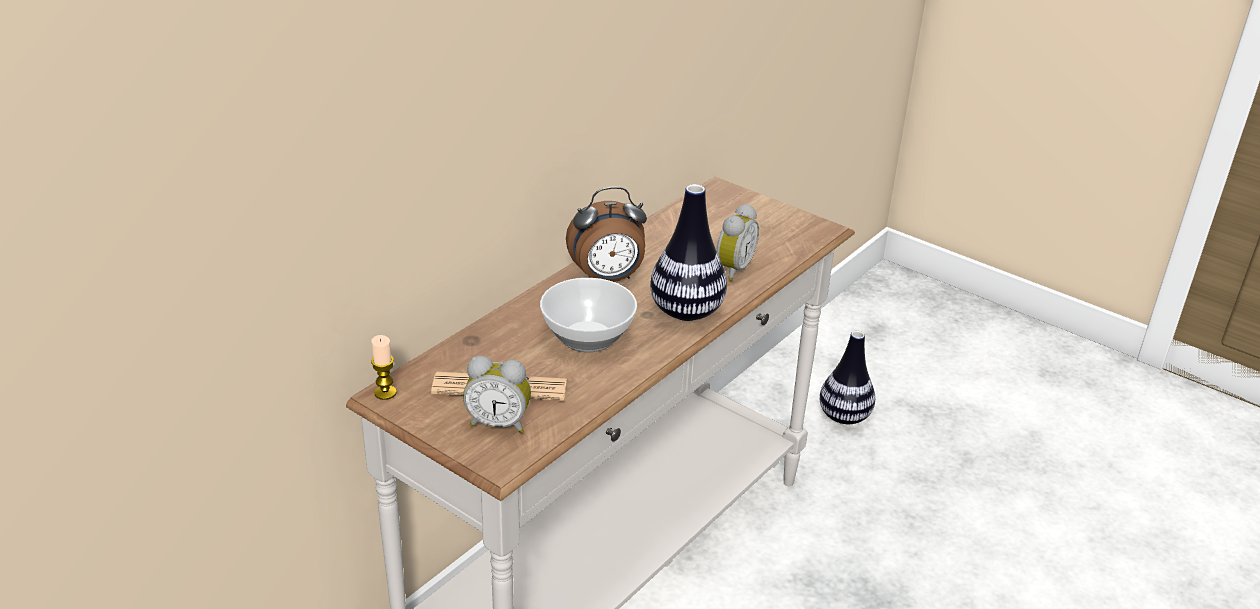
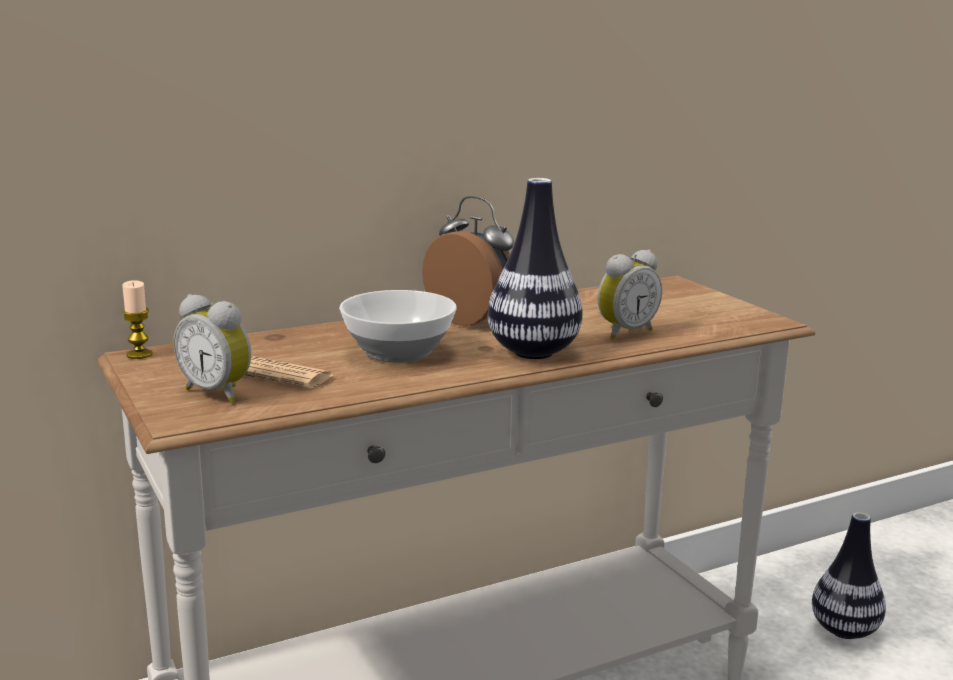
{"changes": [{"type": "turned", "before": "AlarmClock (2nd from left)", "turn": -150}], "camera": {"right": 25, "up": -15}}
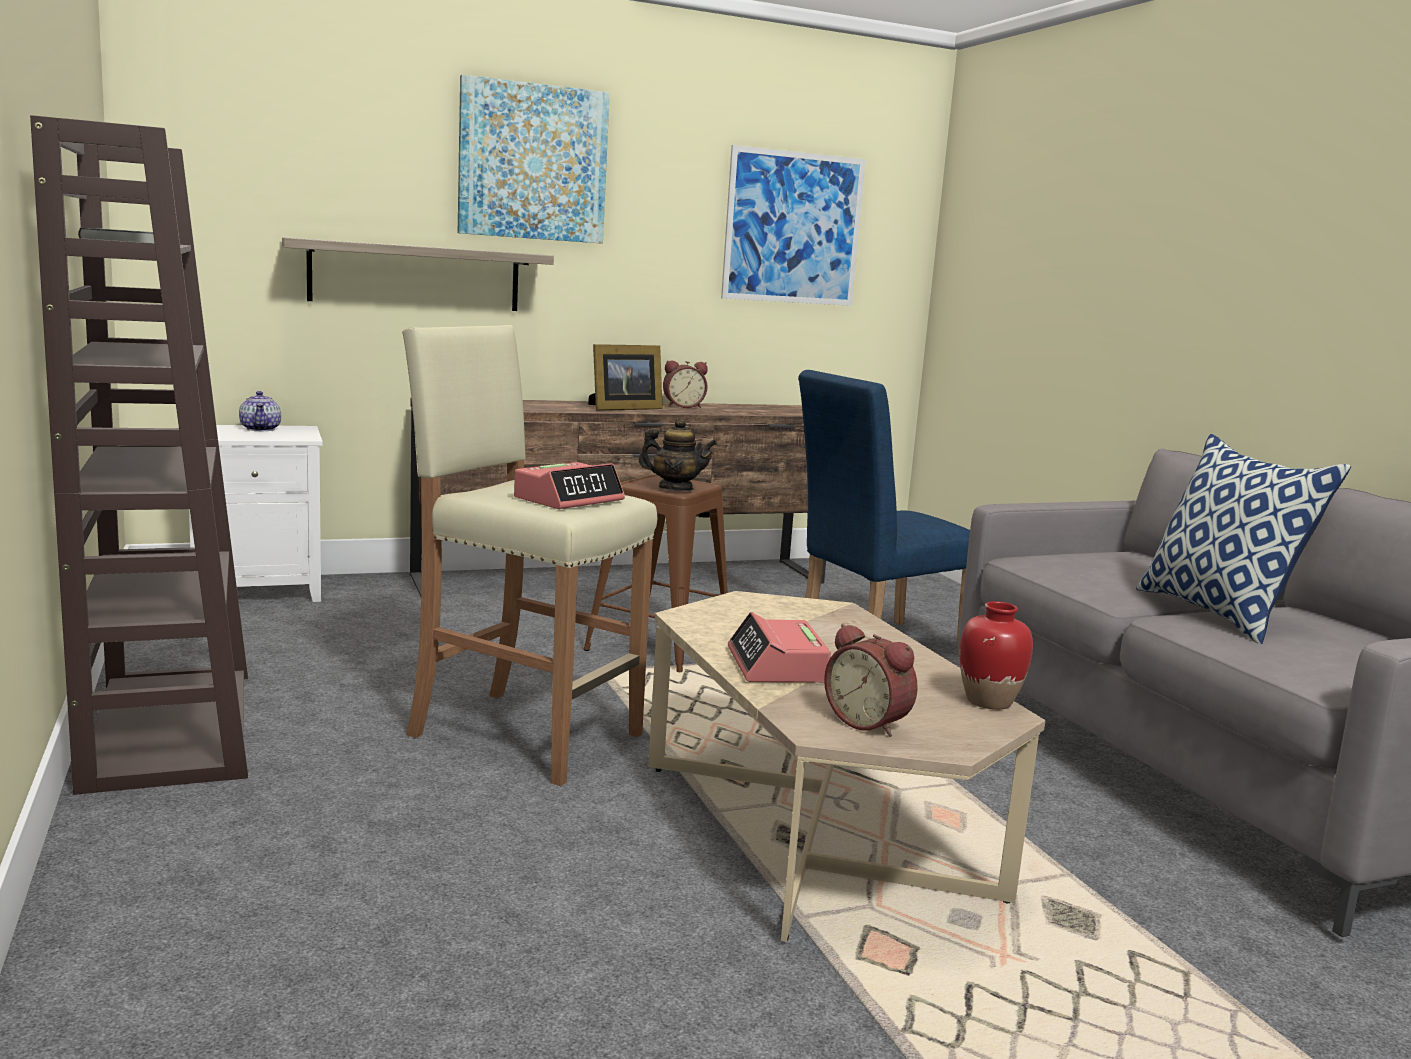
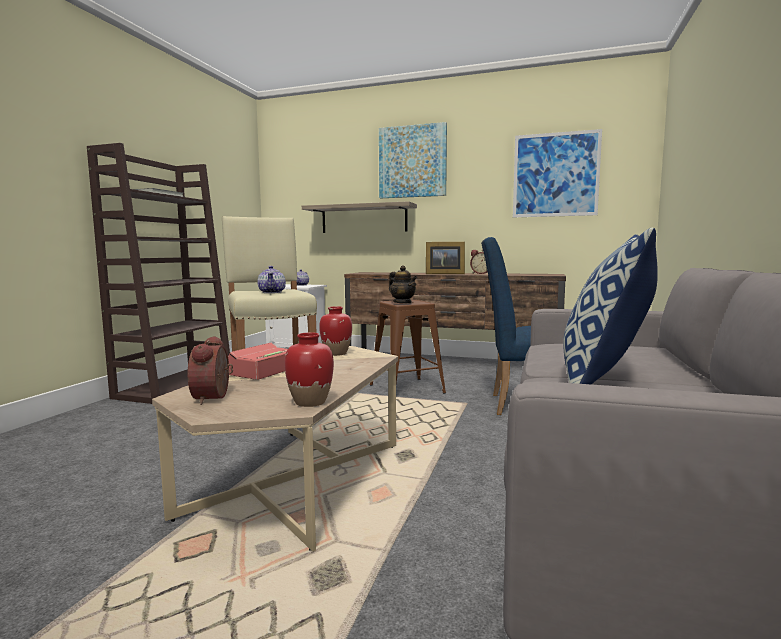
{"changes": [{"type": "added", "after": "RedVase (2nd from left)"}, {"type": "replaced", "before": "AlarmClock (1st from left)", "after": "Teapot (1st from left)"}], "camera": {"right": 40, "up": -5}}
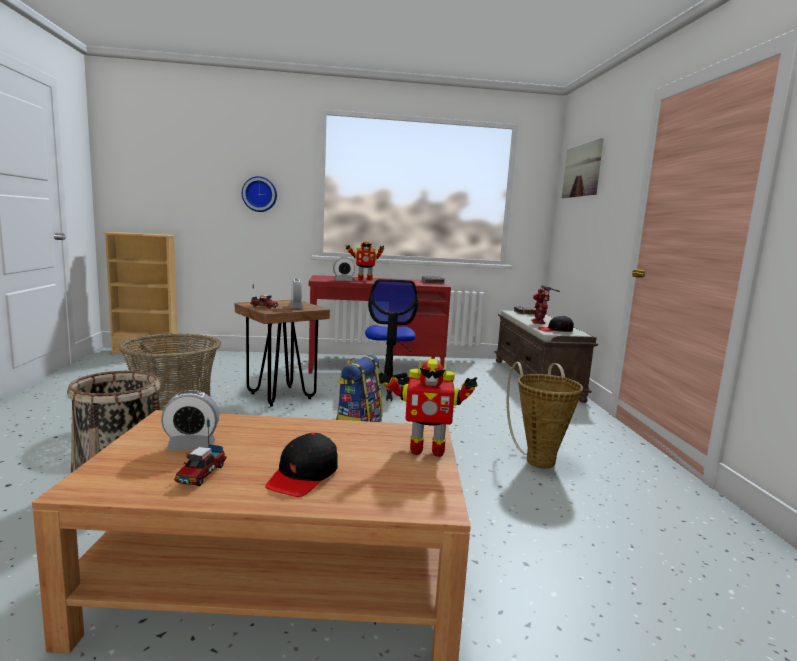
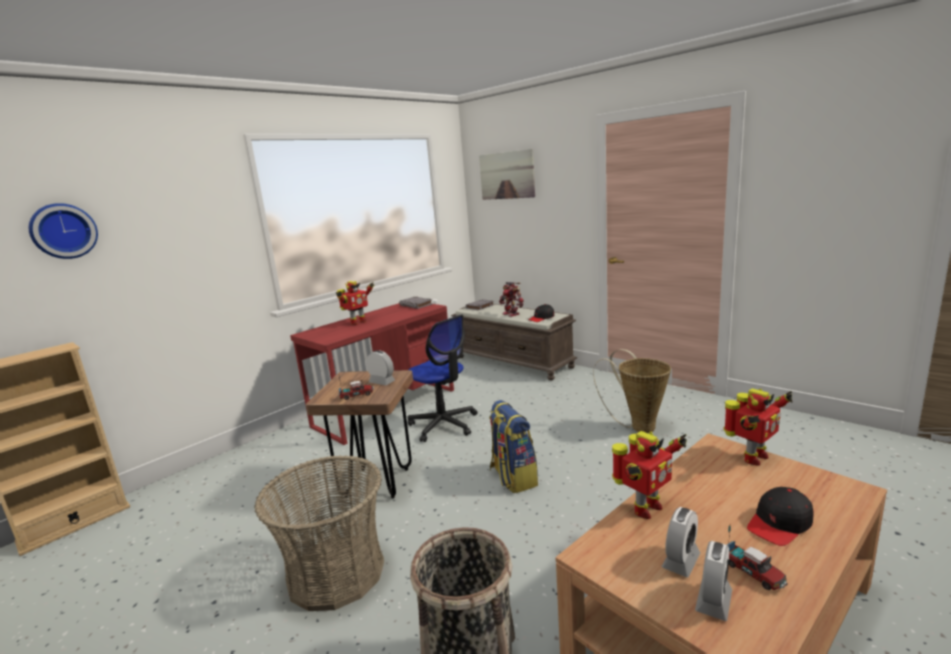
{"changes": [{"type": "added", "after": "ToyRobot (3rd from left)"}, {"type": "moved", "before": "WallClock"}, {"type": "moved", "before": "AlarmClock (3rd from left)"}, {"type": "turned", "before": "BlackCap (1st from left in the first image)", "turn": 75}], "camera": {"right": -40, "up": 5}}
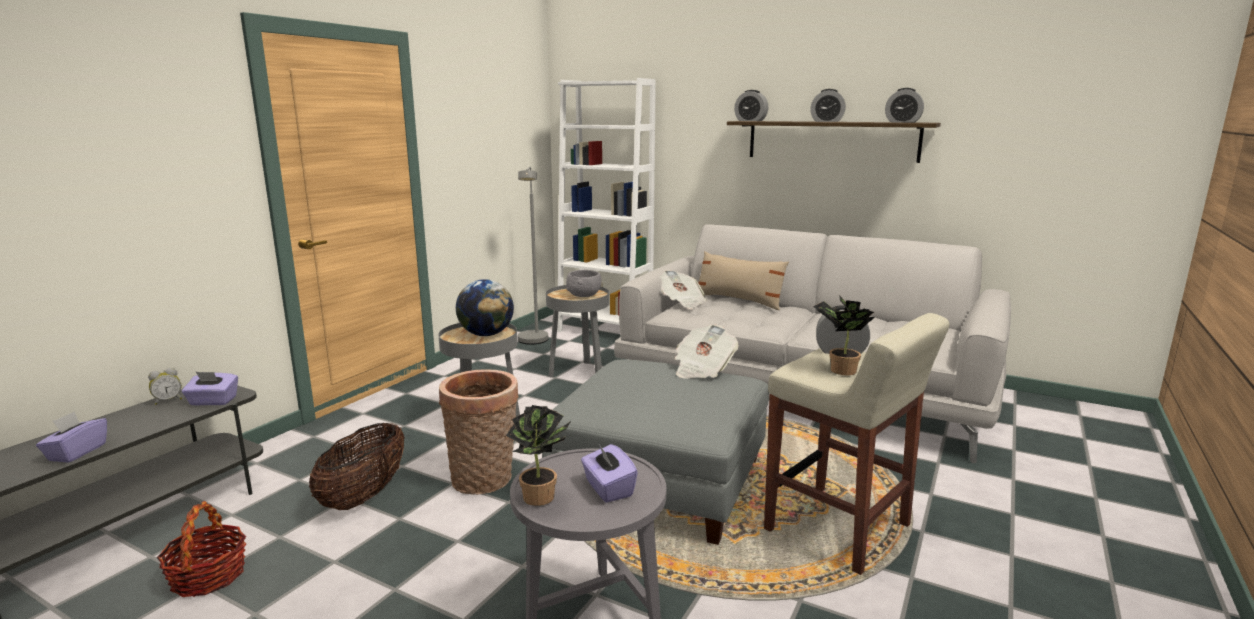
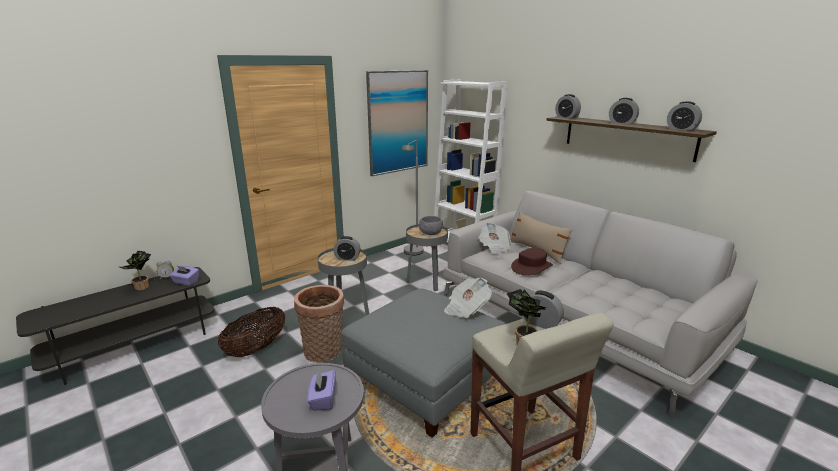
{"changes": [{"type": "removed", "before": "PurpleTissueBox (1st from left)"}, {"type": "removed", "before": "Basket (1st from left)"}, {"type": "added", "after": "Picture"}, {"type": "added", "after": "BrownHat"}, {"type": "moved", "before": "PottedPlant (1st from left)"}, {"type": "replaced", "before": "Globe", "after": "AlarmClock (2nd from left)"}], "camera": {"right": 20, "up": 5}}
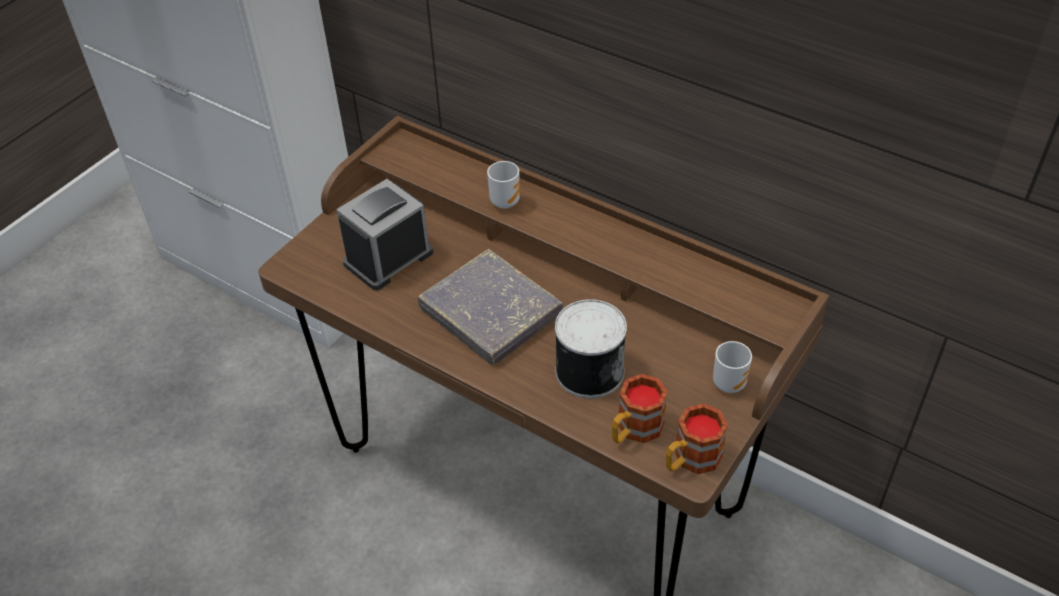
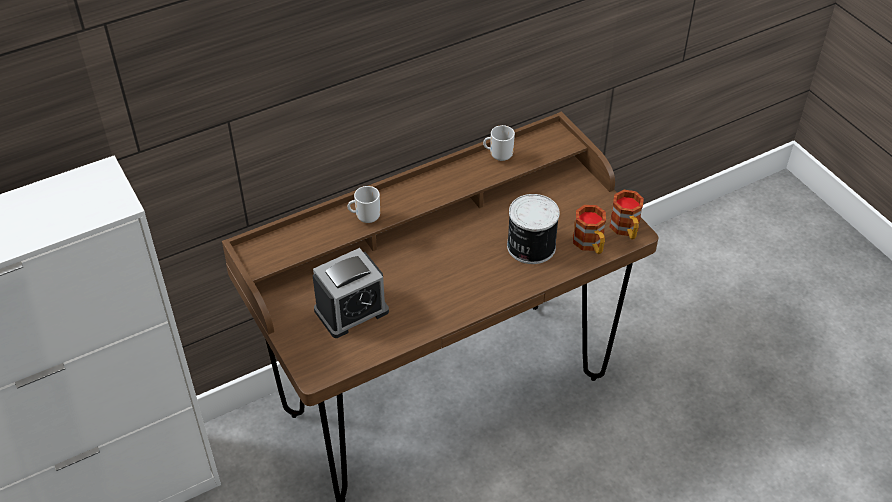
{"changes": [{"type": "removed", "before": "GreyBook"}, {"type": "moved", "before": "Mug (4th from left in the first image)", "after": "Mug (2nd from left)"}, {"type": "turned", "before": "AlarmClock", "turn": -105}], "camera": {"right": -65, "up": 0}}
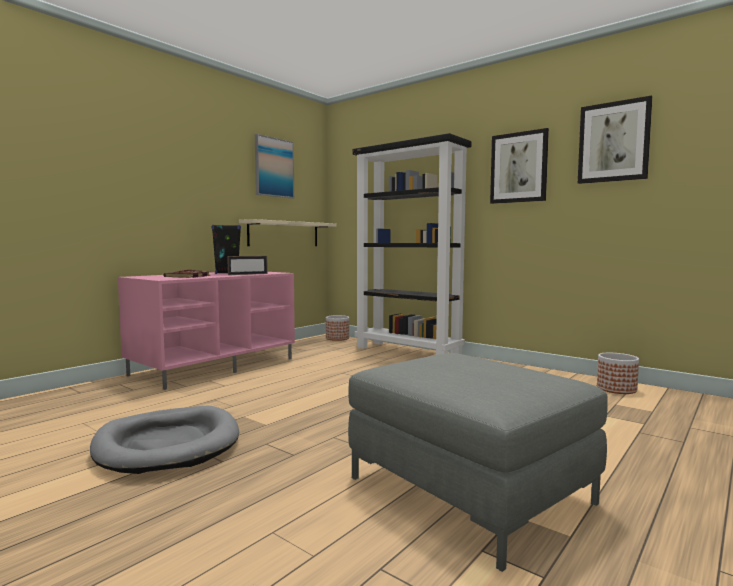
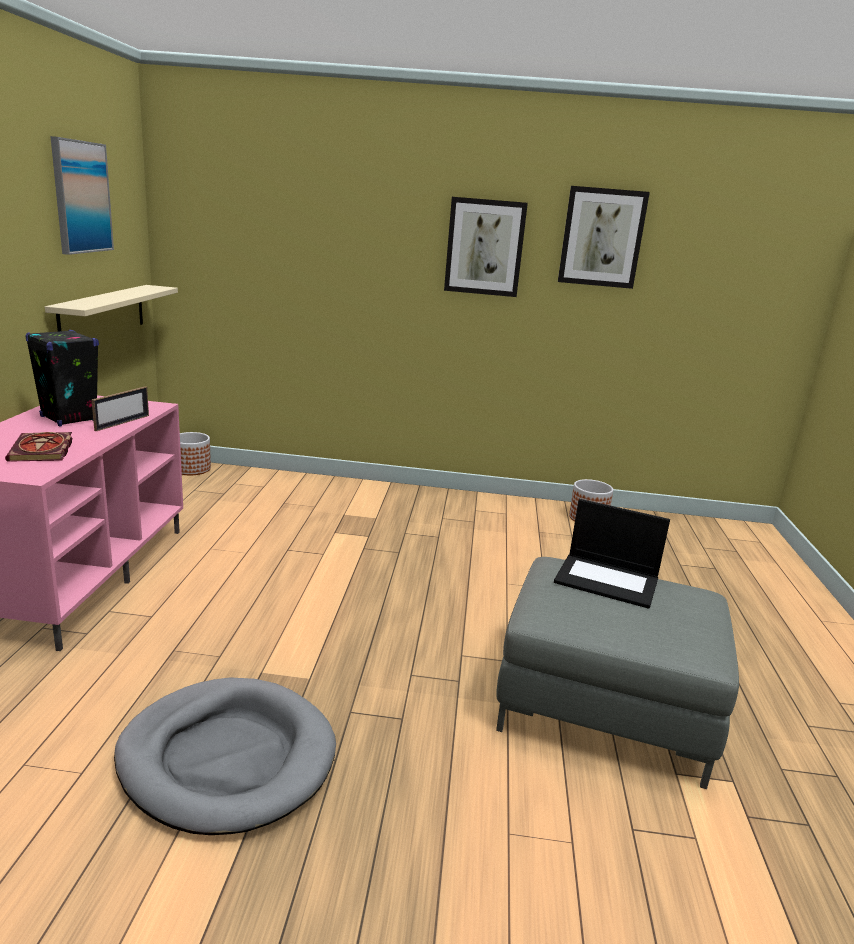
{"changes": [{"type": "removed", "before": "BlackBookcase"}, {"type": "added", "after": "Laptop"}], "camera": {"right": -35, "up": 15}}
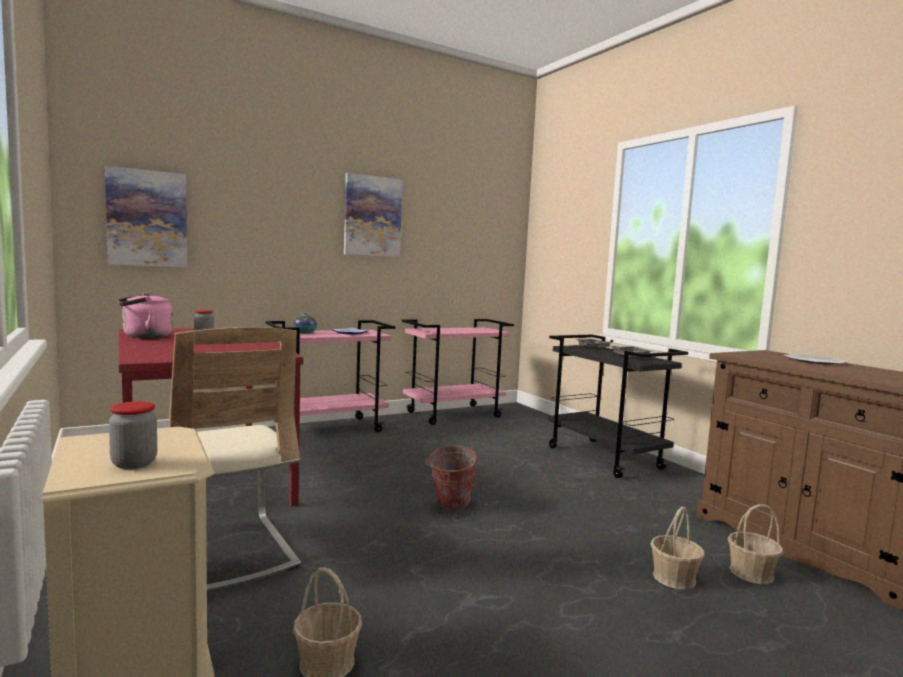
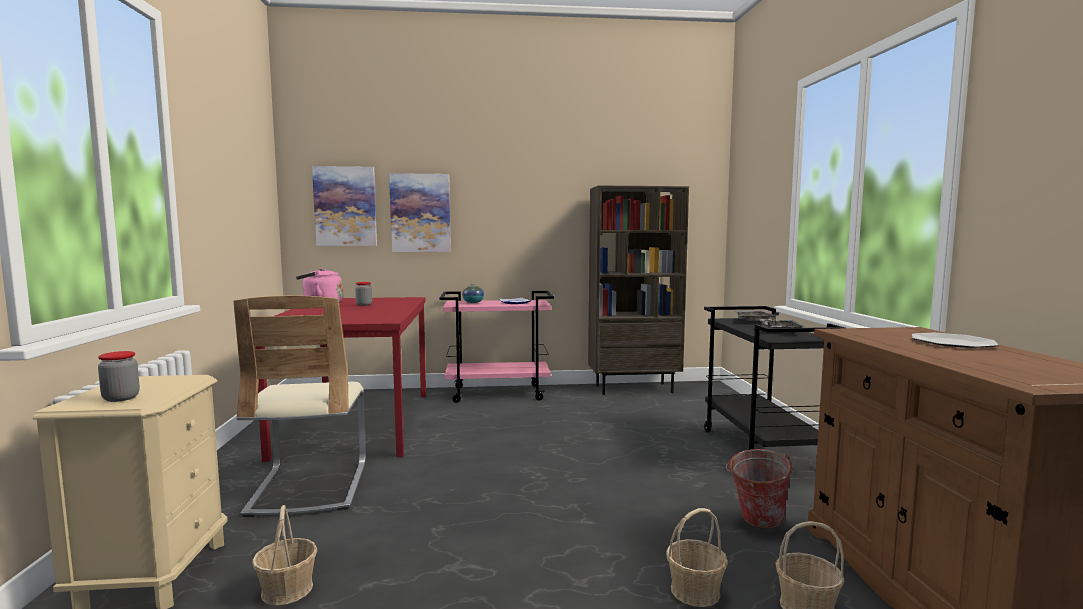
{"changes": [{"type": "moved", "before": "Picture (2nd from left)"}, {"type": "moved", "before": "Bucket"}, {"type": "replaced", "before": "PinkCart (2nd from left)", "after": "BrownBookcase"}], "camera": {"right": 25, "up": 0}}
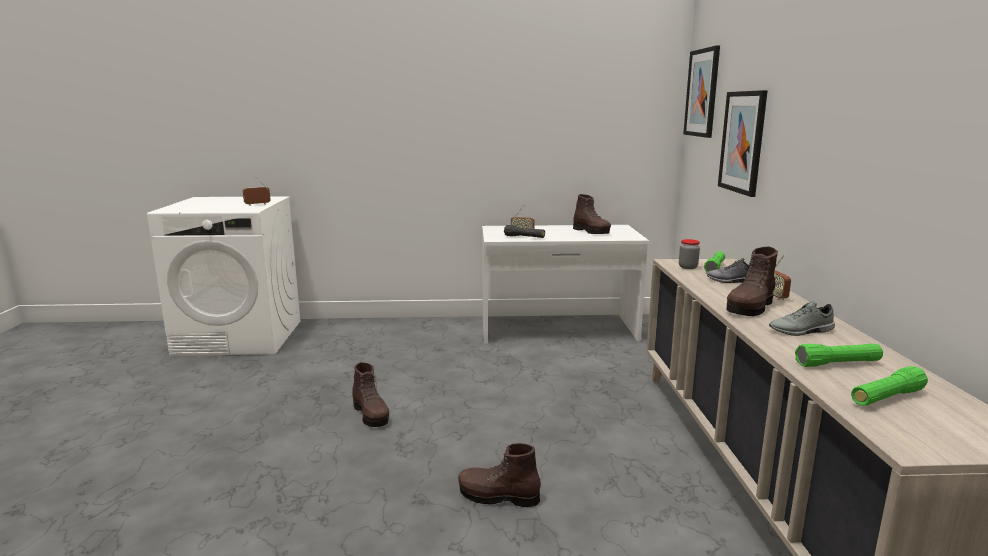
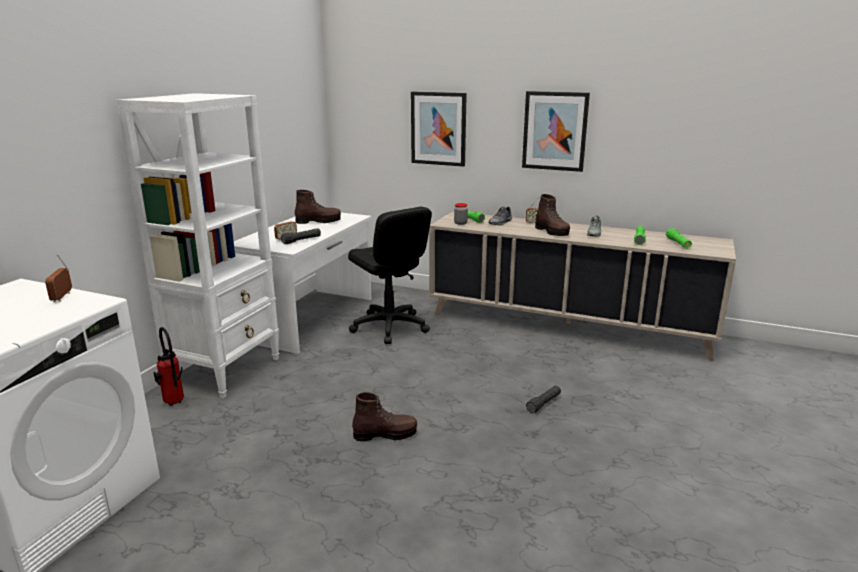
{"changes": [{"type": "added", "after": "WhiteBookcase"}, {"type": "added", "after": "FireExtinguisher"}, {"type": "added", "after": "BlackOfficeChair"}, {"type": "moved", "before": "Picture (1st from left in the first image)", "after": "Picture (2nd from left)"}, {"type": "replaced", "before": "BrownBoot (2nd from left)", "after": "BlackFlashlight (2nd from left)"}], "camera": {"right": -65, "up": 5}}
